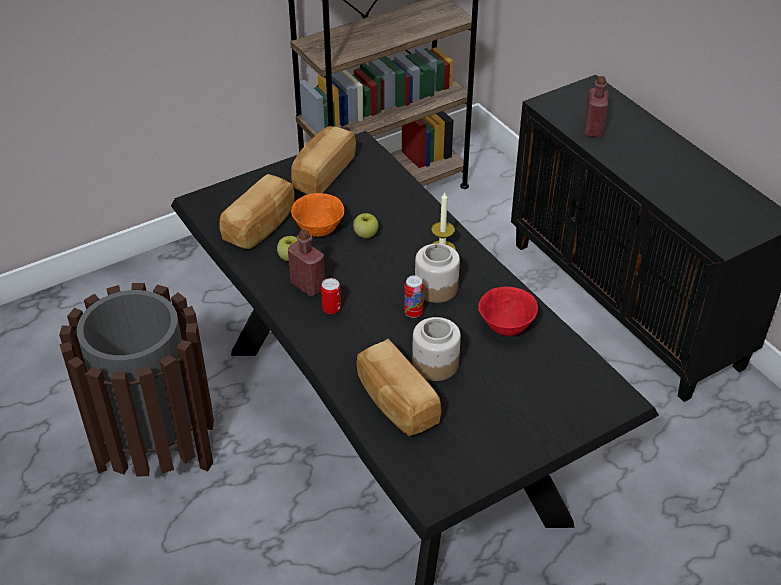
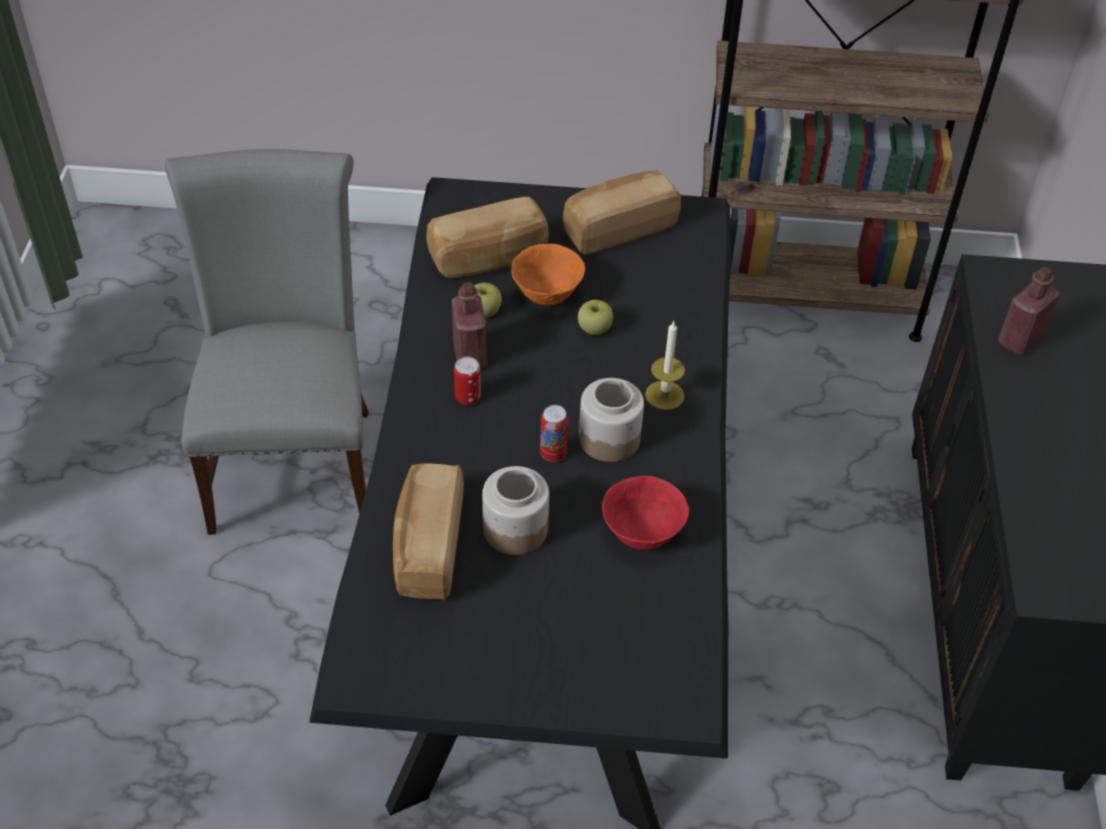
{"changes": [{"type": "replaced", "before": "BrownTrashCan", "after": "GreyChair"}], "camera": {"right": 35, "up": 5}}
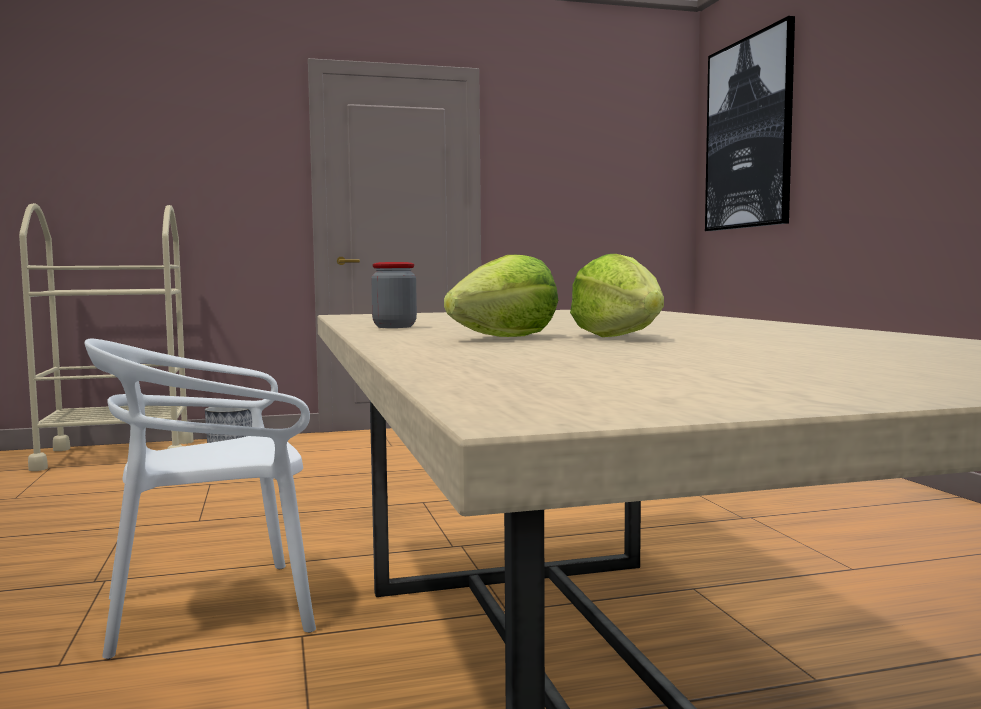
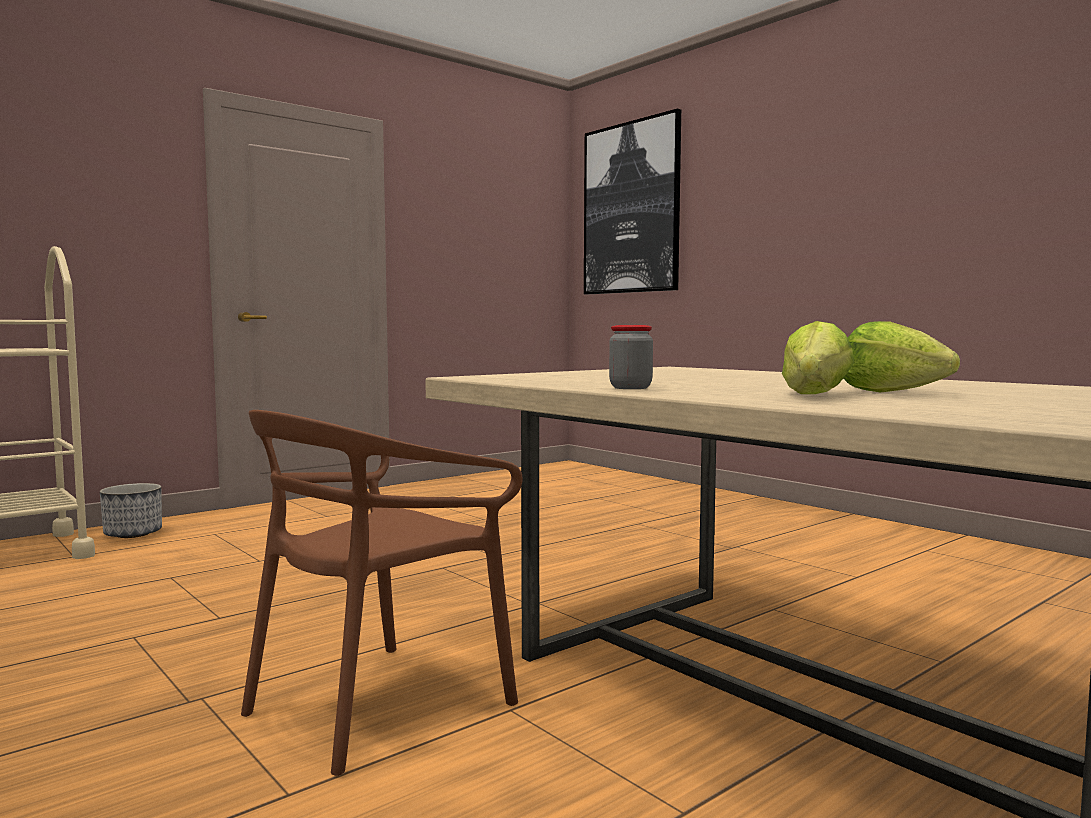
{"changes": [{"type": "recoloured", "before": "WhiteChair", "after": "BrownChair"}], "camera": {"right": -25, "up": 0}}
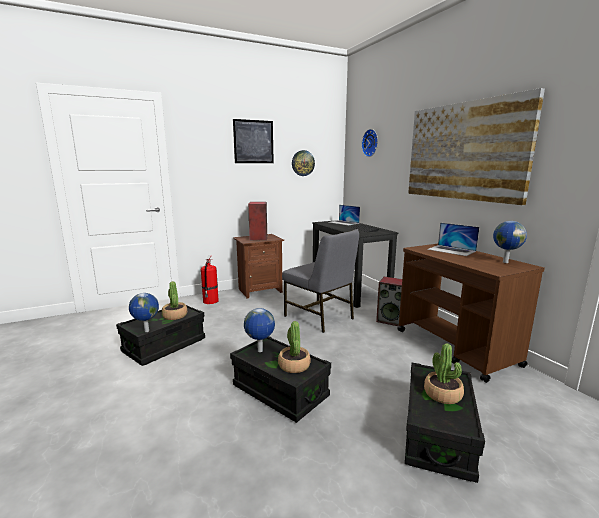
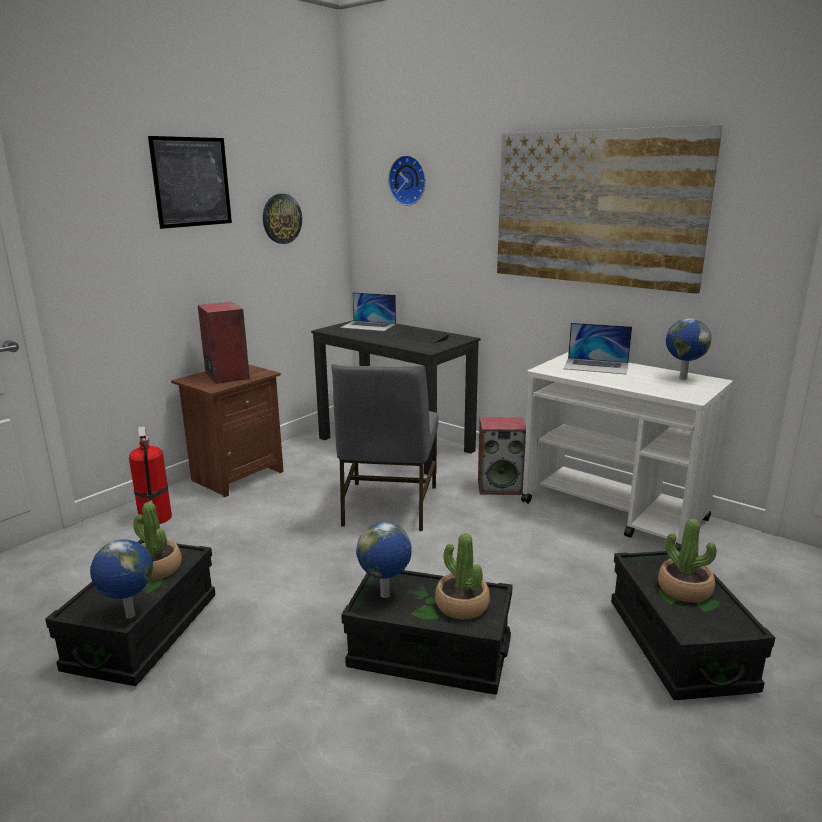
{"changes": [{"type": "recoloured", "before": "BrownCart", "after": "WhiteCart"}, {"type": "turned", "before": "GreyChair", "turn": 75}], "camera": {"right": -25, "up": 5}}
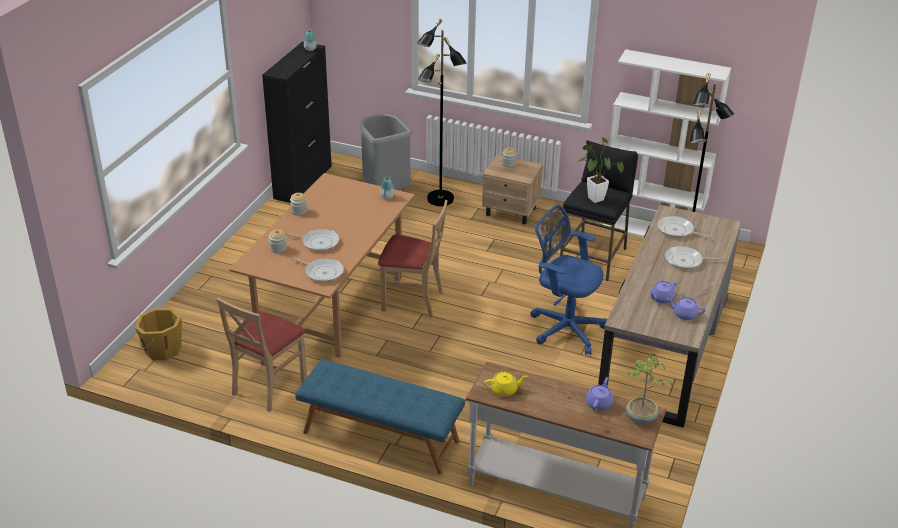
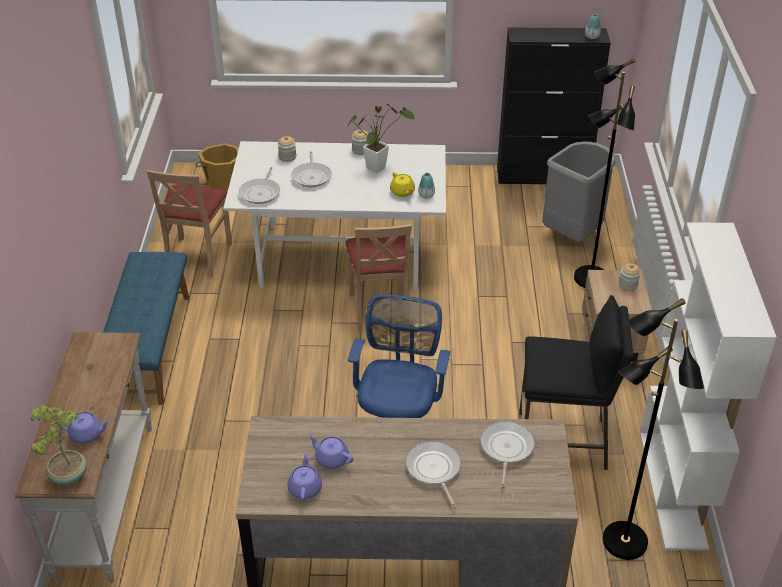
{"changes": [{"type": "moved", "before": "YellowTeapot"}, {"type": "moved", "before": "PottedPlant (1st from left in the first image)", "after": "PottedPlant (2nd from left)"}, {"type": "recoloured", "before": "BrownDiningTable", "after": "WhiteDiningTable"}, {"type": "turned", "before": "BeigeChair (1st from left)", "turn": -90}], "camera": {"right": 70, "up": 5}}
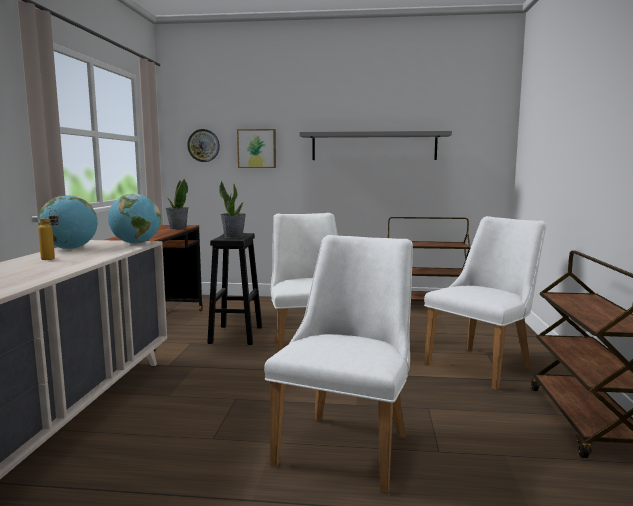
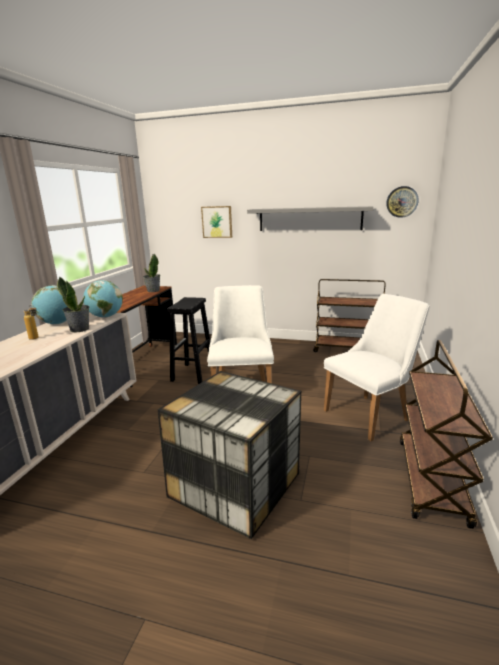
{"changes": [{"type": "moved", "before": "WallClock"}, {"type": "moved", "before": "PottedPlant (2nd from left in the first image)", "after": "PottedPlant (1st from left)"}, {"type": "replaced", "before": "WhiteChair (2nd from left)", "after": "StorageBox"}], "camera": {"right": 10, "up": 10}}
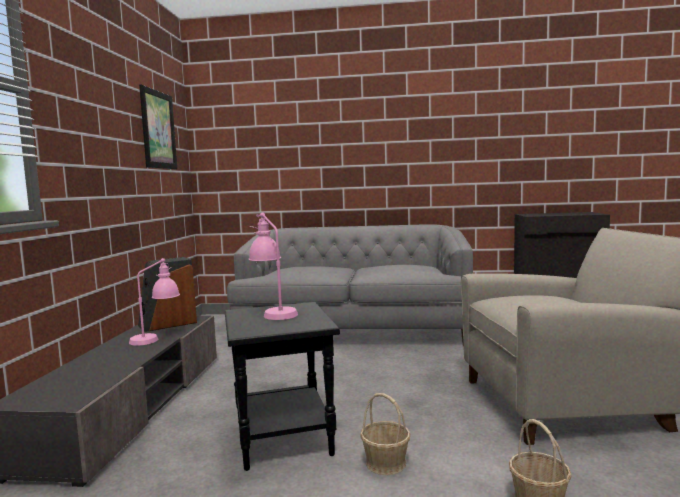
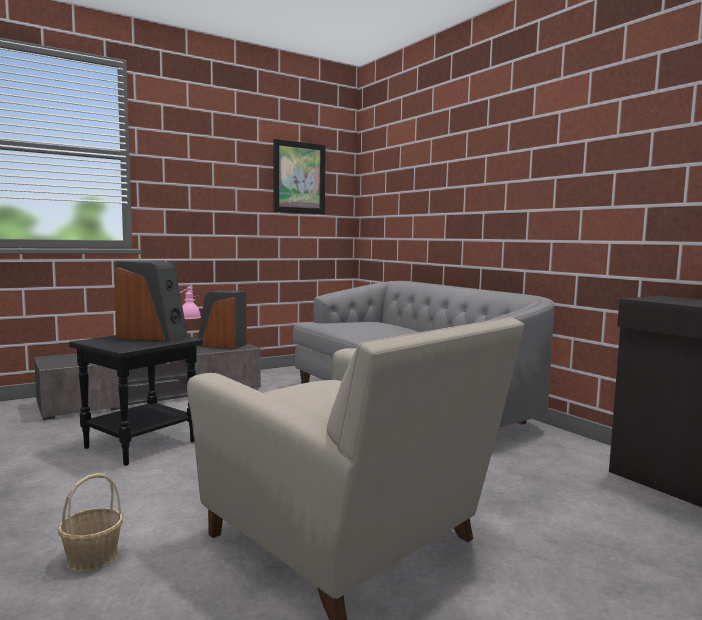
{"changes": [{"type": "removed", "before": "Basket (1st from left)"}, {"type": "replaced", "before": "PinkTableLamp (2nd from left)", "after": "Speaker (1st from left)"}], "camera": {"right": 50, "up": 0}}
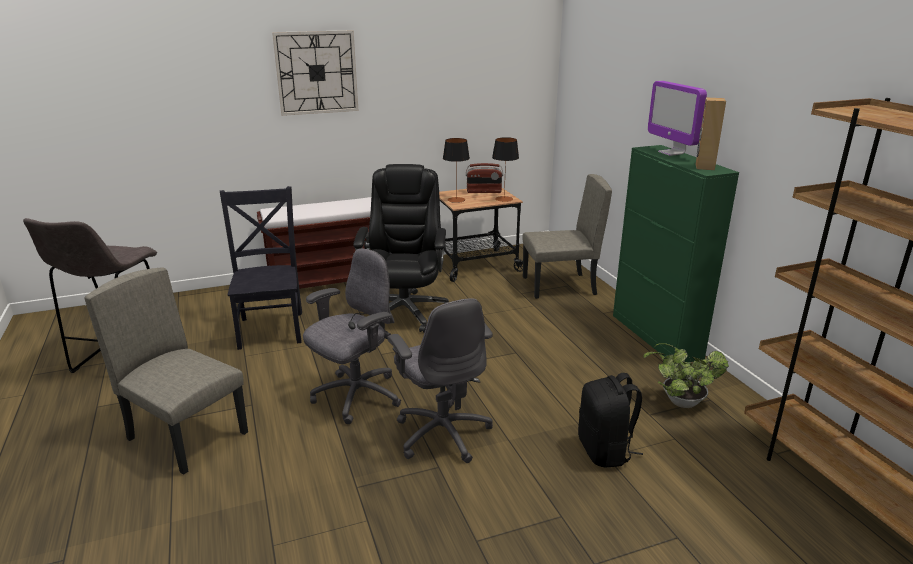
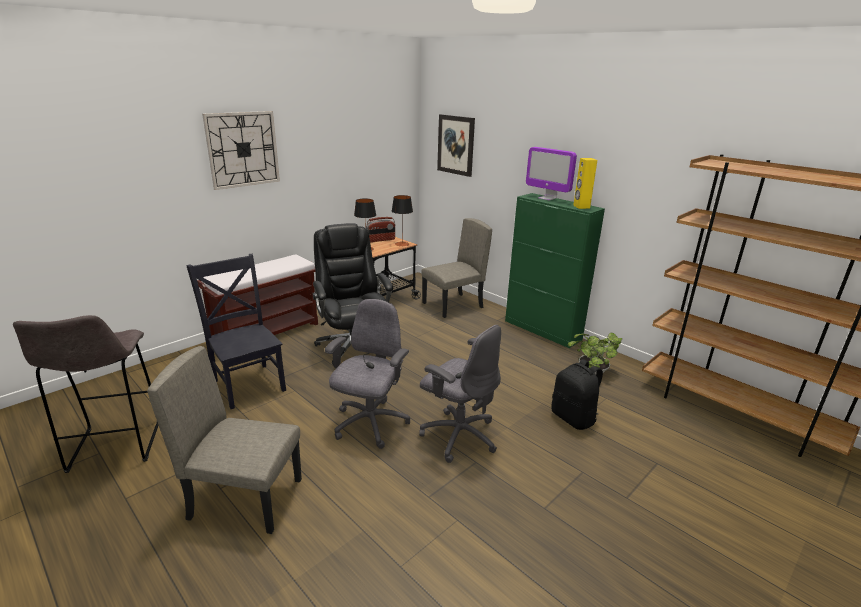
{"changes": [{"type": "added", "after": "Picture"}, {"type": "recoloured", "before": "BrownSpeaker", "after": "YellowSpeaker"}], "camera": {"right": -25, "up": 0}}
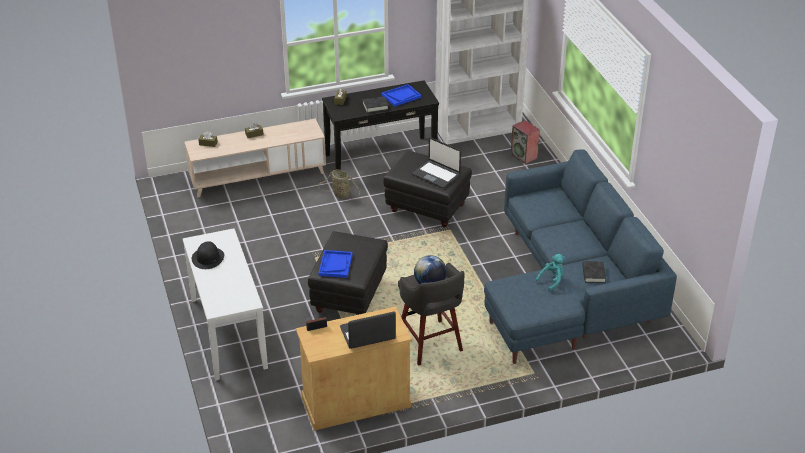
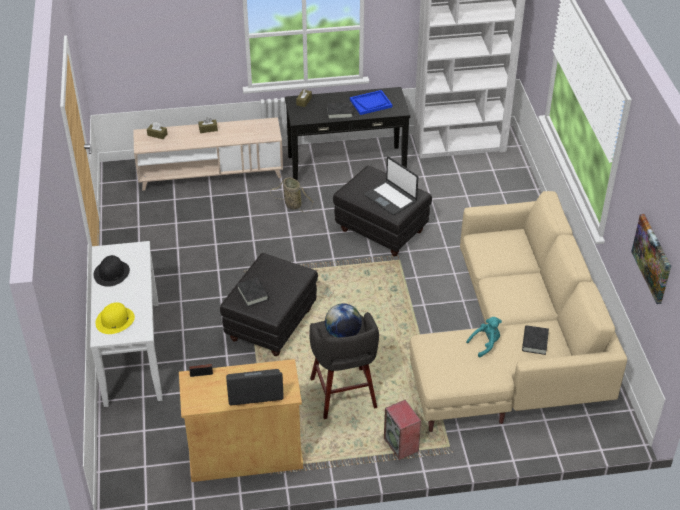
{"changes": [{"type": "added", "after": "YellowHat"}, {"type": "added", "after": "Picture"}, {"type": "moved", "before": "Speaker"}, {"type": "replaced", "before": "BlueTray (1st from left)", "after": "BlackBook (1st from left)"}, {"type": "recoloured", "before": "BlueSofa", "after": "BeigeSofa"}], "camera": {"right": 10, "up": 5}}
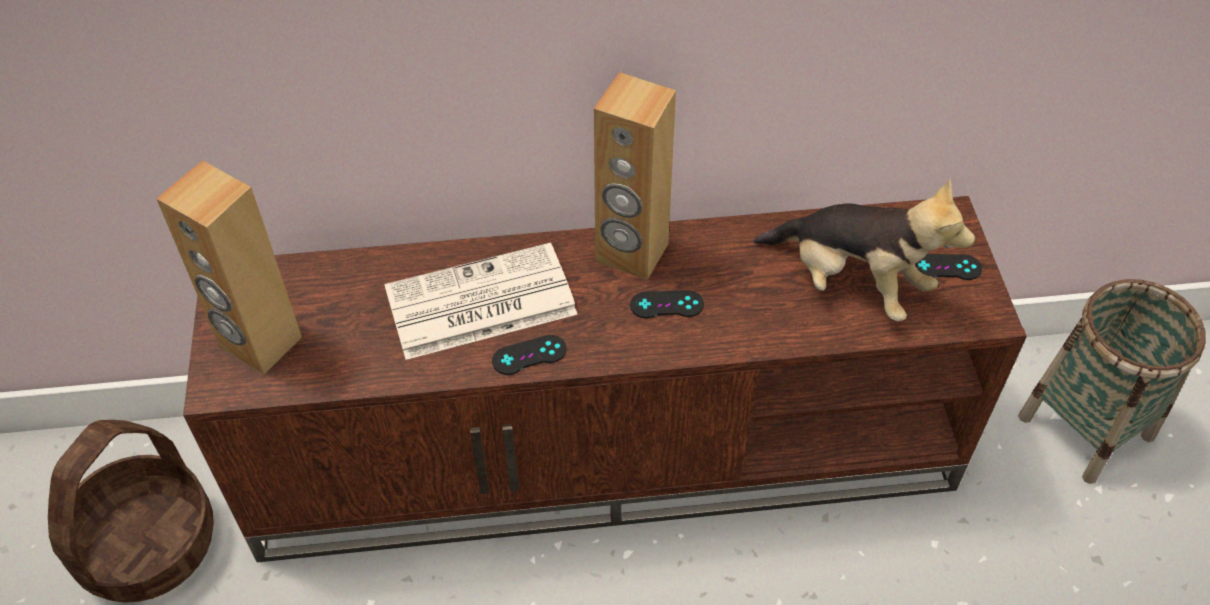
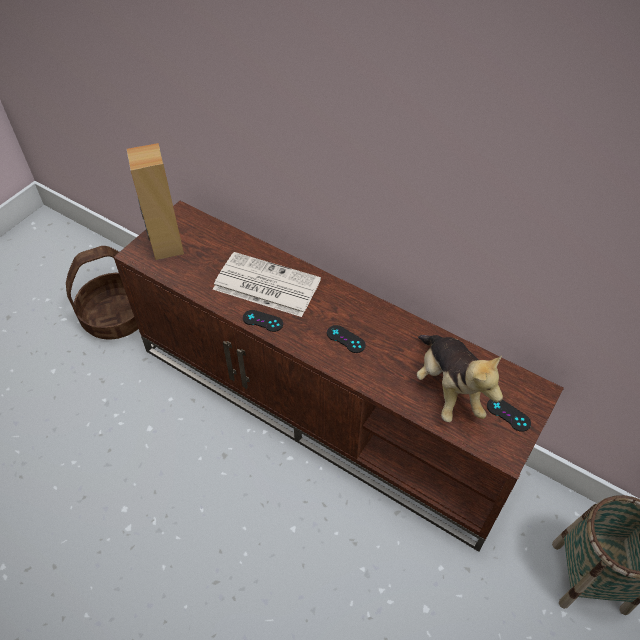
{"changes": [{"type": "removed", "before": "BrownSpeaker (2nd from left)"}], "camera": {"right": 40, "up": 0}}
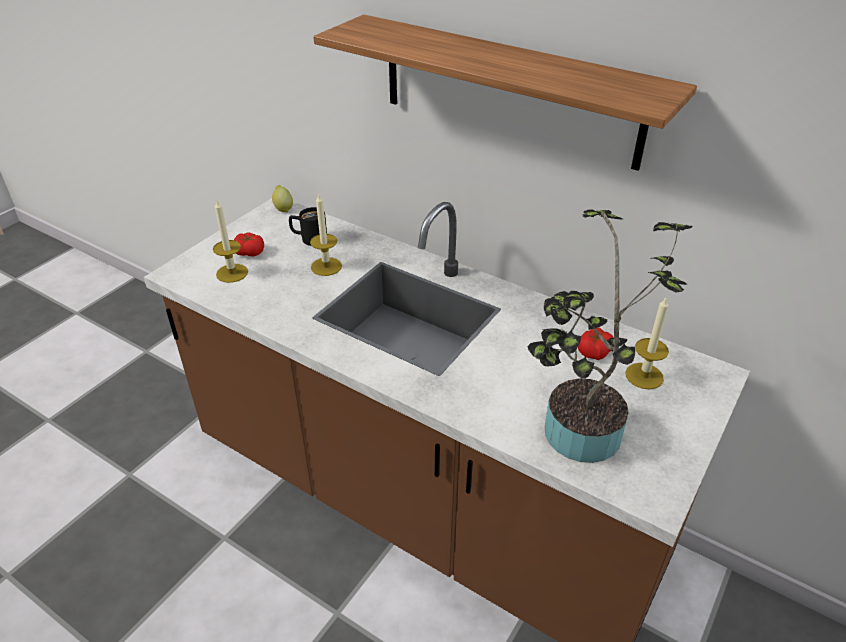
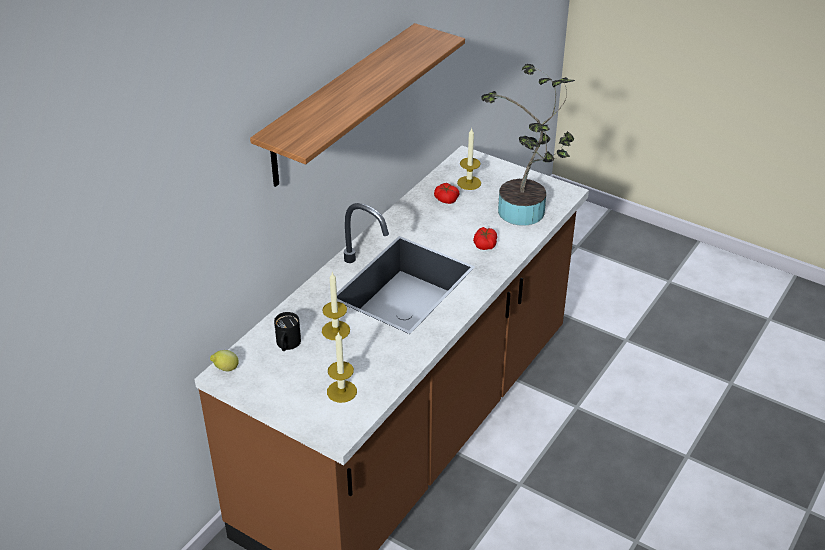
{"changes": [{"type": "moved", "before": "Tomato (1st from left in the first image)", "after": "Tomato (2nd from left)"}], "camera": {"right": -90, "up": 0}}
